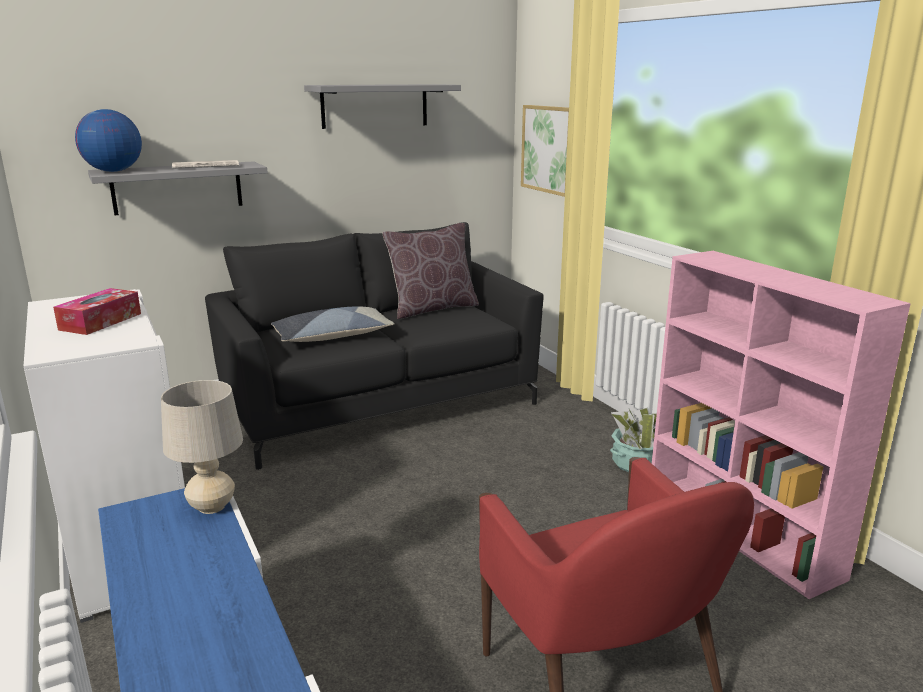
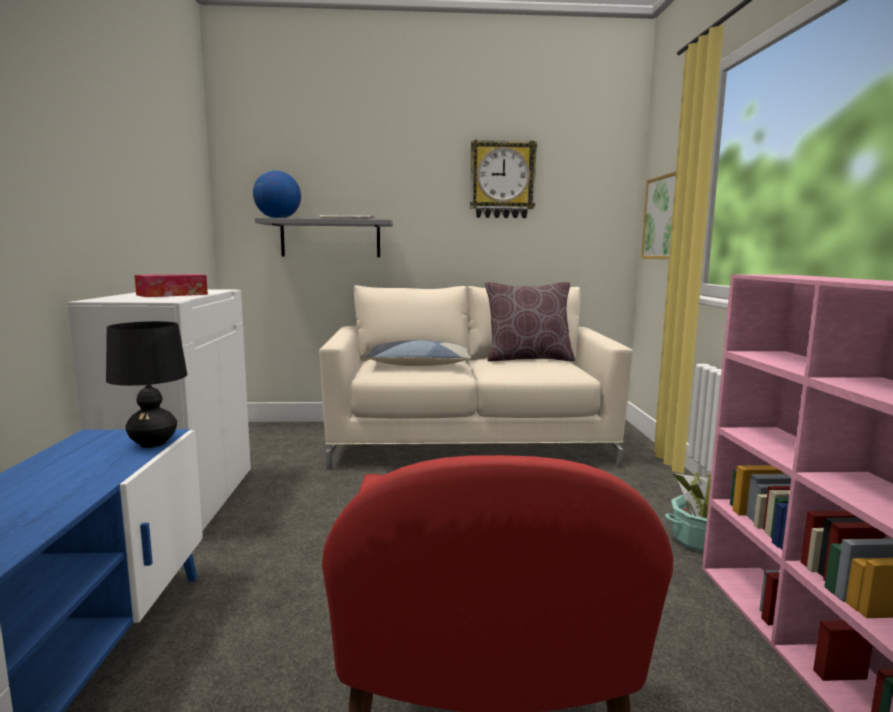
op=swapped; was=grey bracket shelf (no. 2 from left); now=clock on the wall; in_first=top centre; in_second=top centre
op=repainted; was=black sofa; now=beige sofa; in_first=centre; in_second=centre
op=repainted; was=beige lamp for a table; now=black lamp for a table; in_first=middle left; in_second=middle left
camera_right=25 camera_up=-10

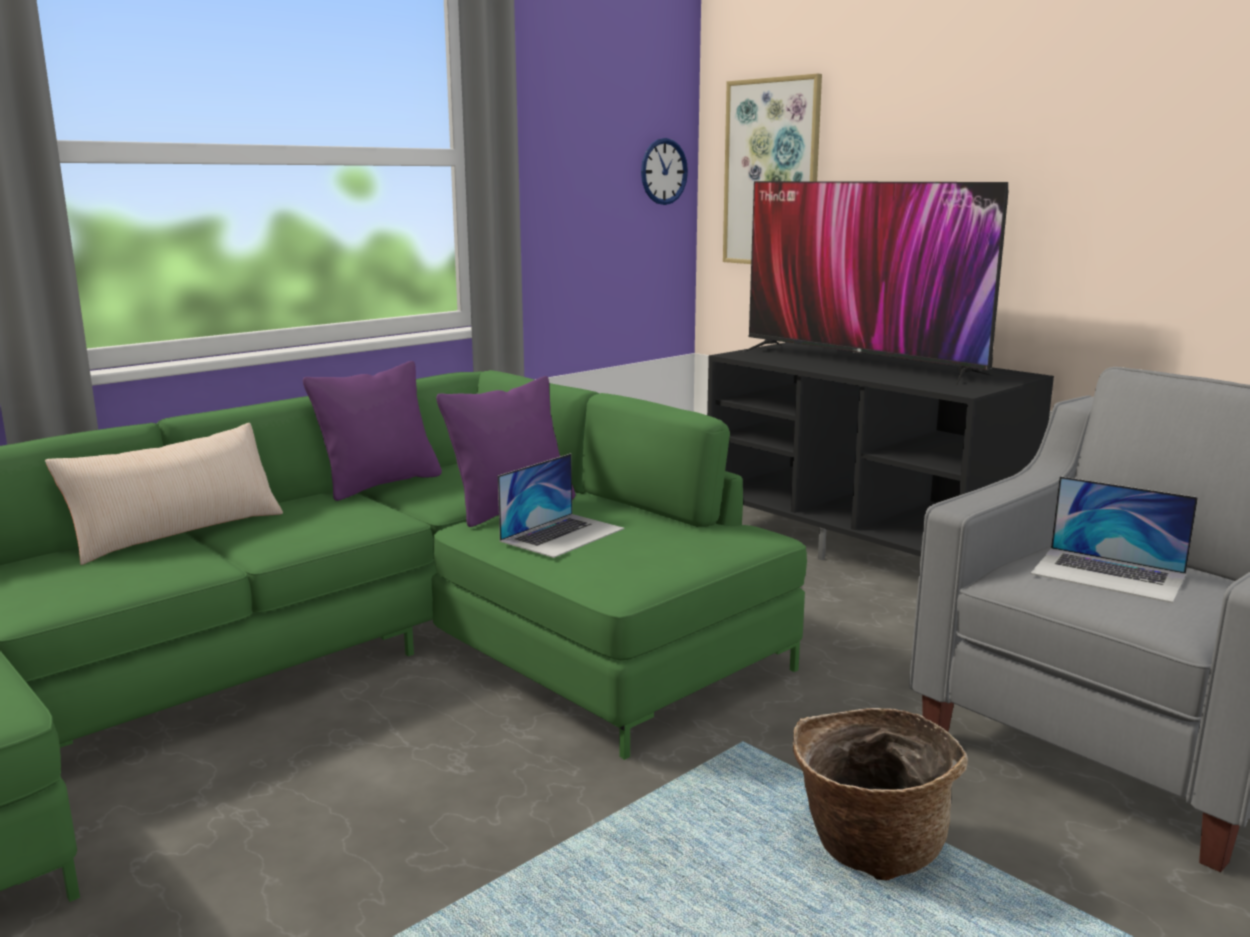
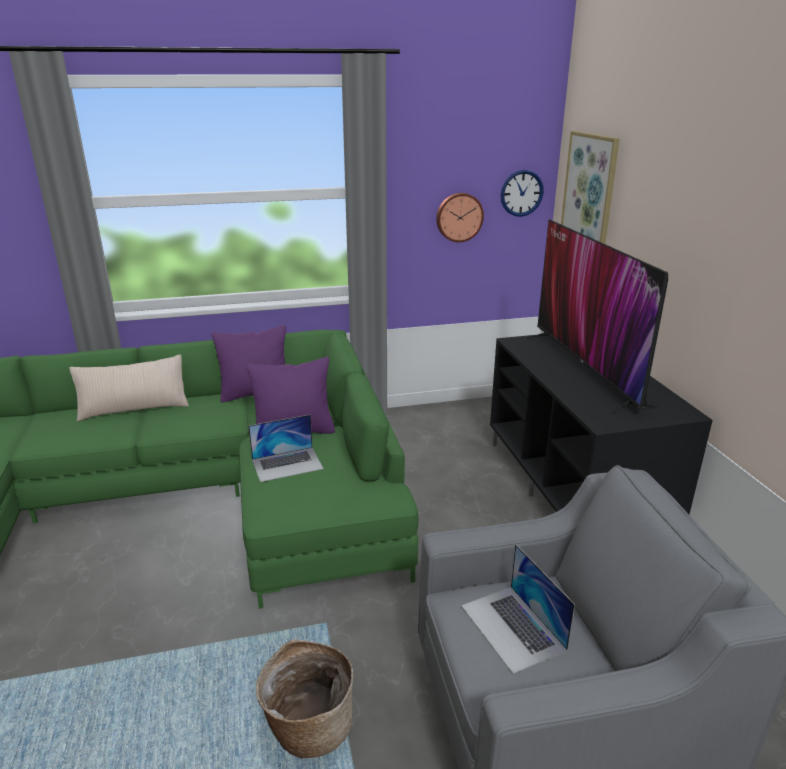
op=new; now=clock on the wall (no. 1 from left); in_second=top centre
camera_right=30 camera_up=10

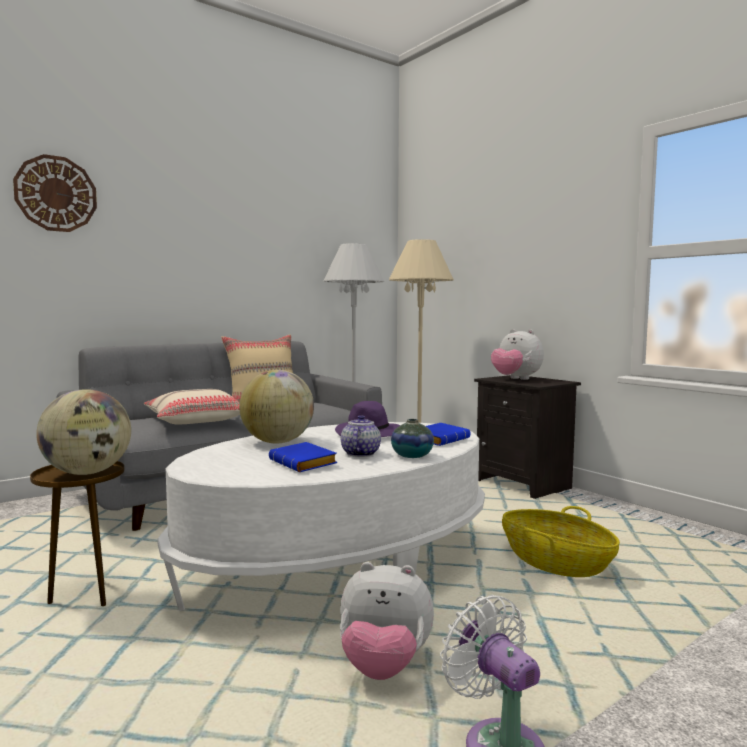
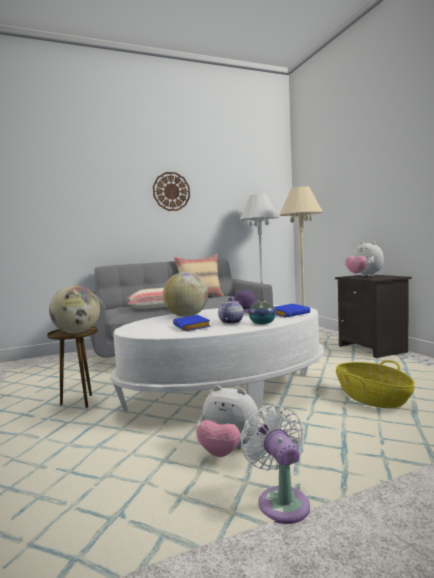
op=shifted; was=clock on the wall; in_first=top left; in_second=top centre
camera_right=15 camera_up=0

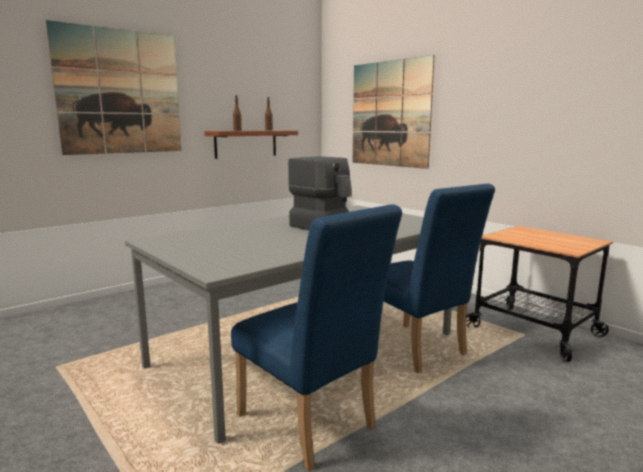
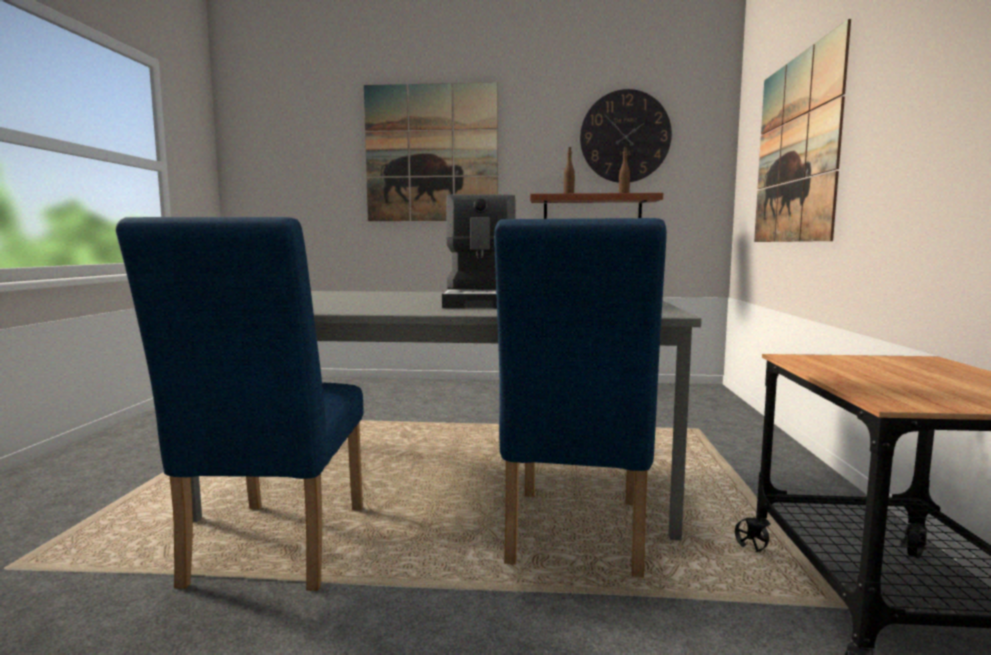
op=new; now=clock on the wall; in_second=top centre
camera_right=45 camera_up=-5

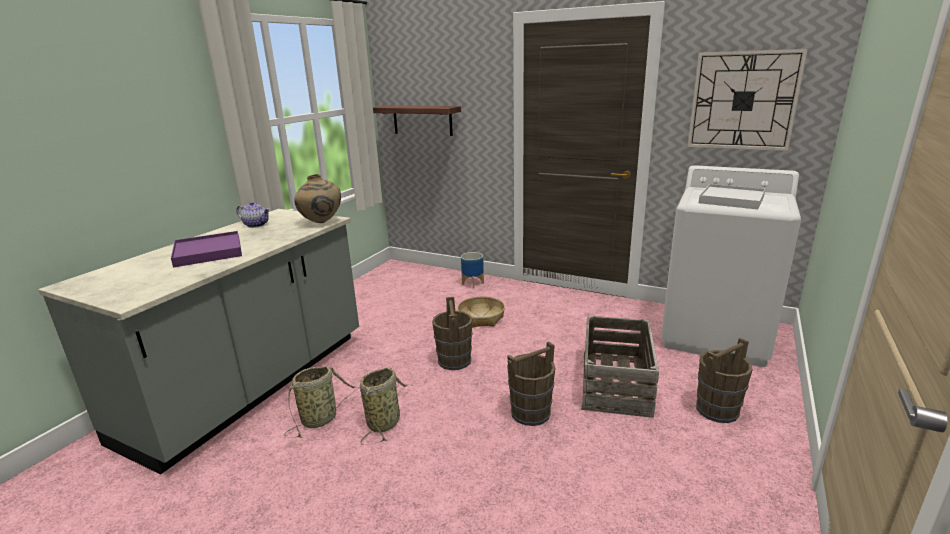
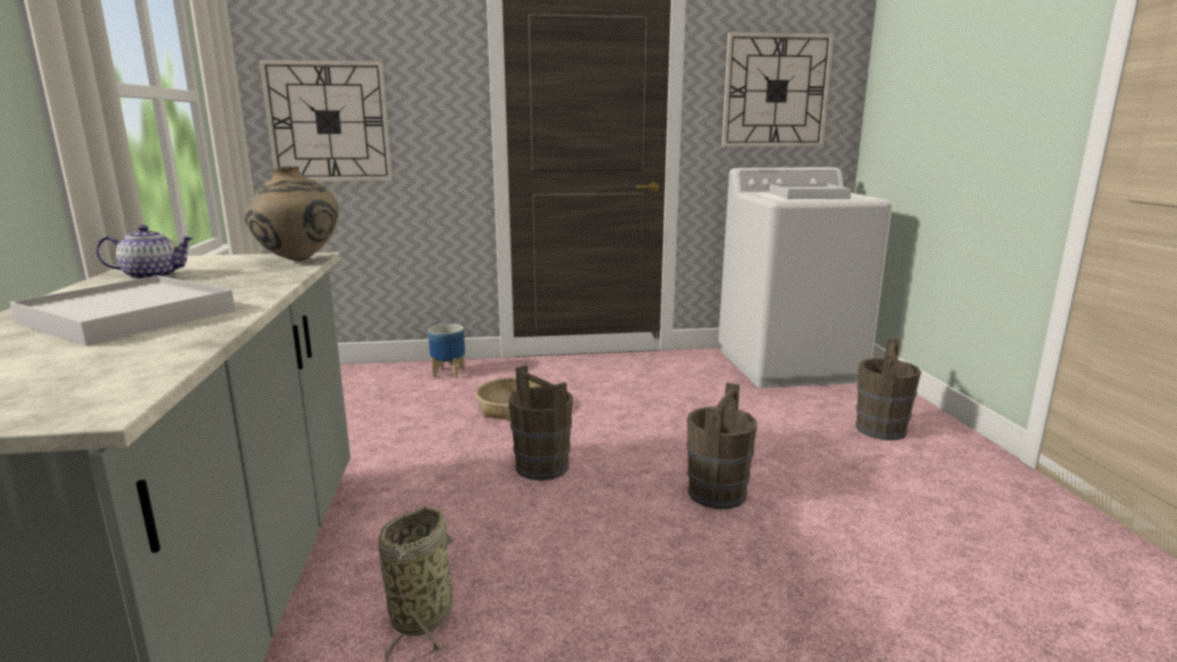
op=swapped; was=bracket shelf; now=clock on the wall (no. 1 from left); in_first=top centre; in_second=top left
op=repainted; was=purple-coloured tray; now=white-coloured tray (no. 1 from left); in_first=middle left; in_second=middle left
op=gone; was=packing crate; in_first=bottom centre
op=gone; was=storage basket (no. 2 from left); in_first=bottom centre
camera_right=-35 camera_up=-5

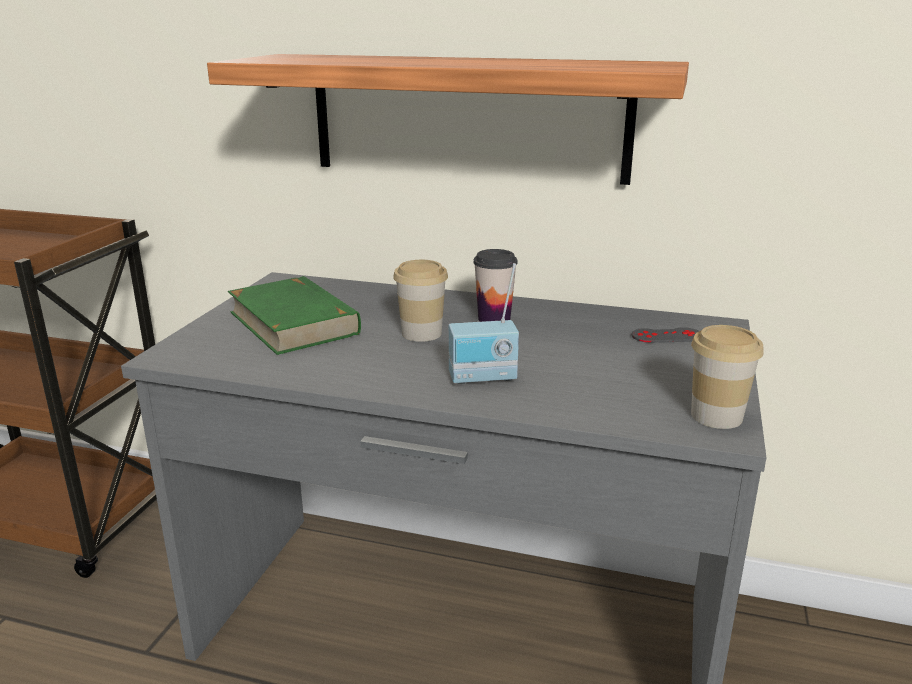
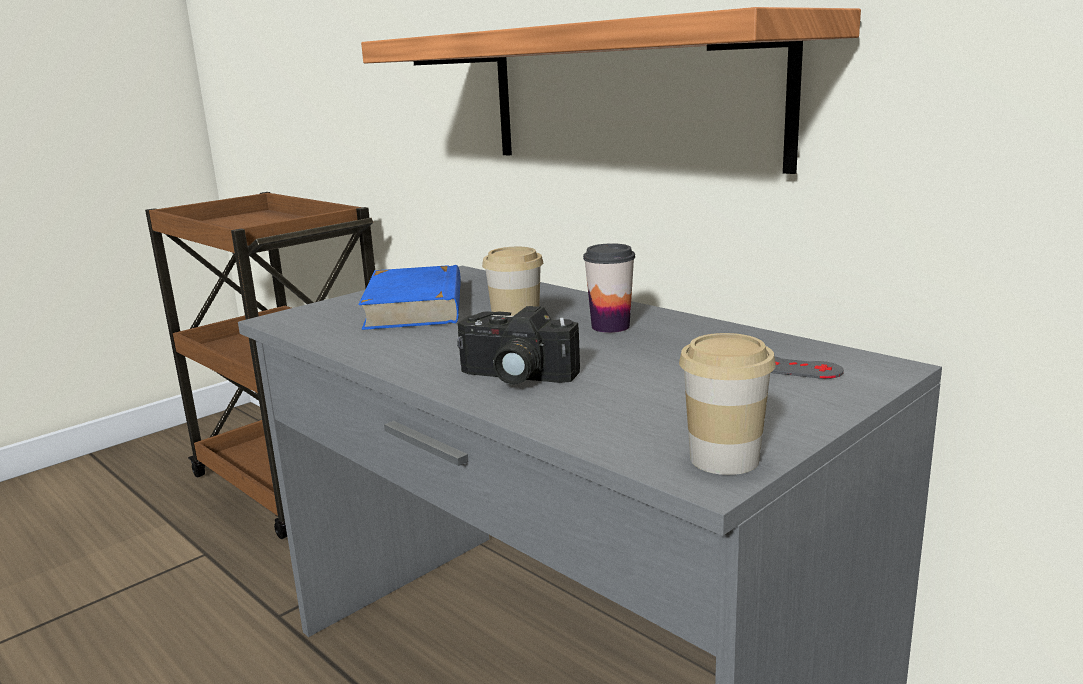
op=swapped; was=radio; now=photo camera; in_first=centre; in_second=centre
op=repainted; was=green-coloured volume; now=bluish volume; in_first=middle left; in_second=centre
camera_right=30 camera_up=-5

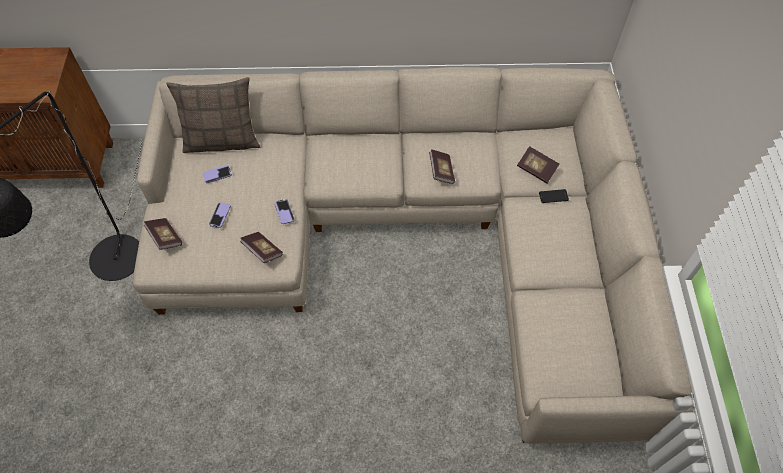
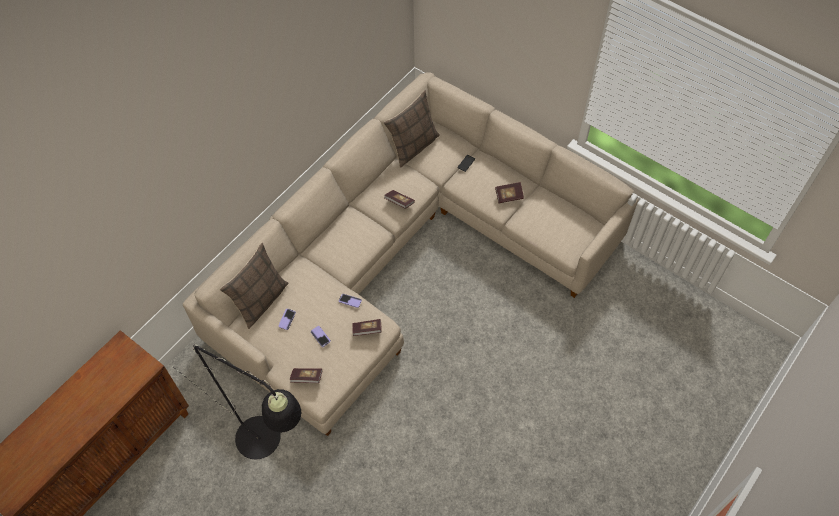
op=shifted; was=volume (no. 4 from left); in_first=middle right; in_second=centre
op=new; now=throw pillow (no. 2 from left); in_second=top centre
camera_right=-50 camera_up=0

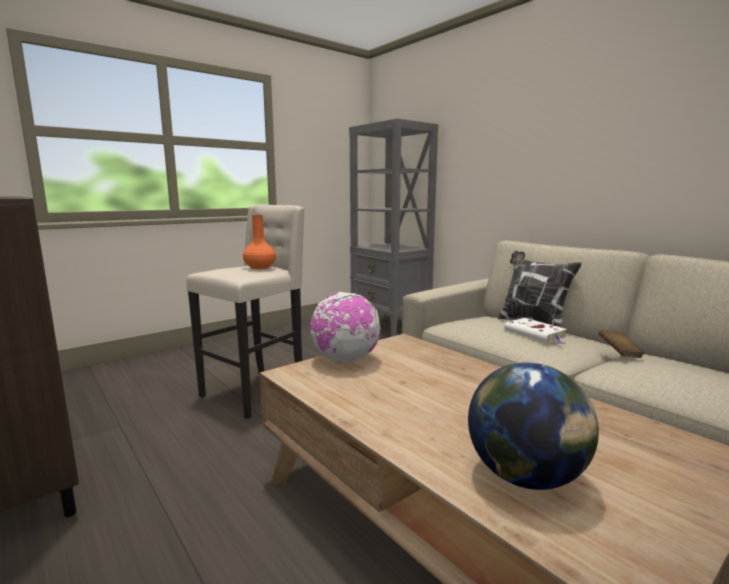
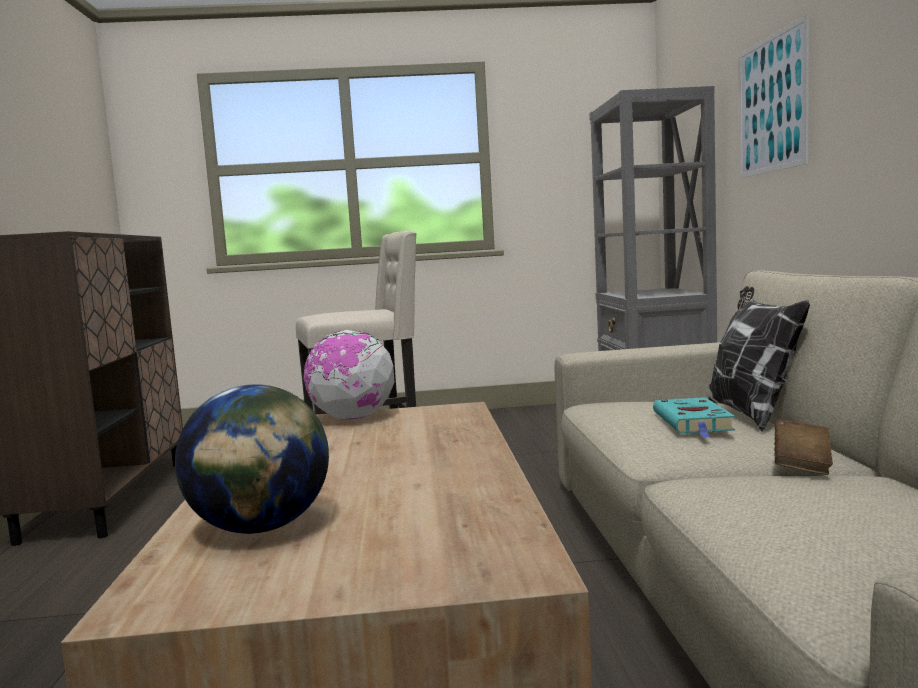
op=gone; was=orangey decorative vase; in_first=centre
op=repainted; was=white-coloured volume; now=turquoise volume; in_first=middle right; in_second=middle right
op=new; now=picture; in_second=top right
camera_right=35 camera_up=-5

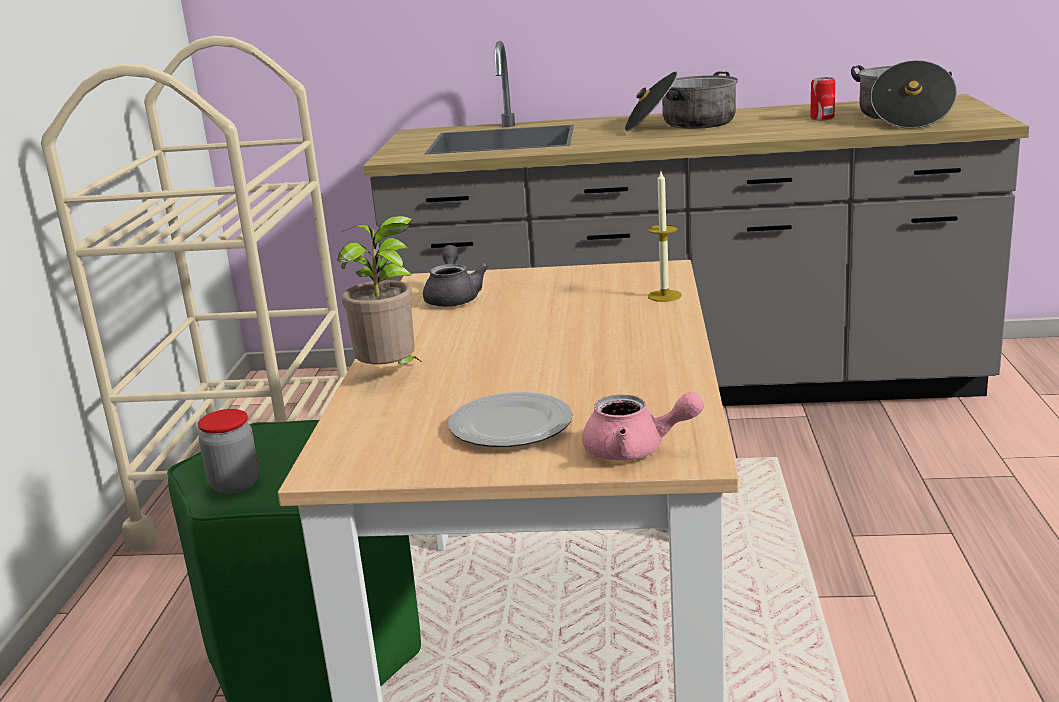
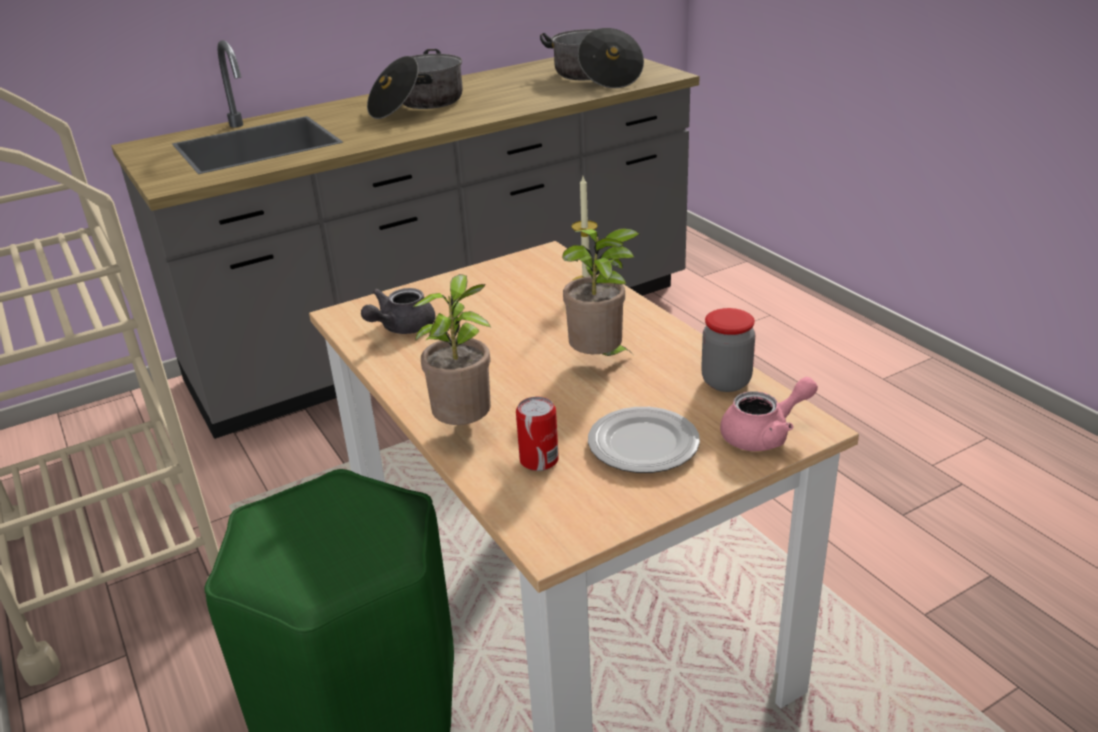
op=shifted; was=metal can; in_first=top right; in_second=centre
op=rotated; was=grey teapot; in_first=centre; in_second=centre; clockwise=-105
op=shifted; was=jar; in_first=middle left; in_second=centre
op=new; now=houseplant (no. 2 from left); in_second=centre
camera_right=-35 camera_up=10

